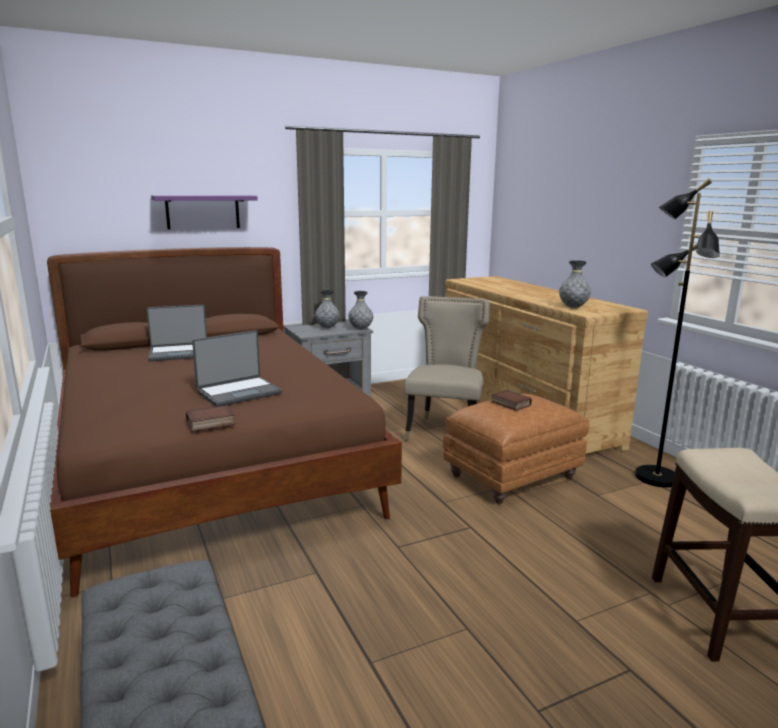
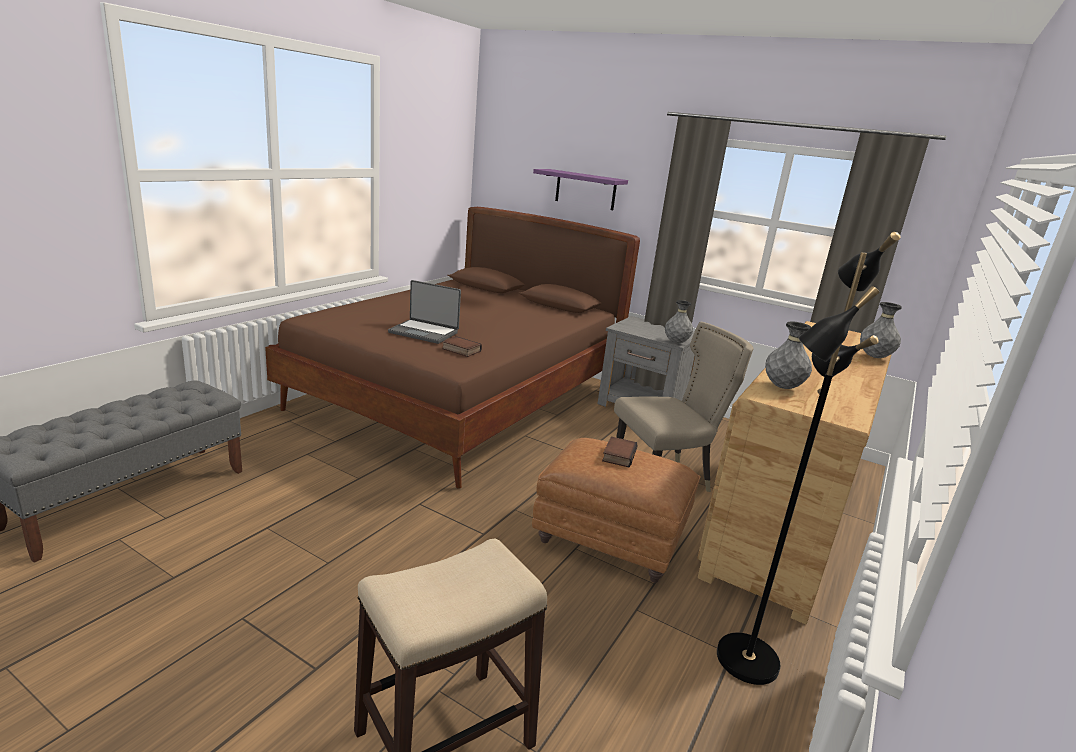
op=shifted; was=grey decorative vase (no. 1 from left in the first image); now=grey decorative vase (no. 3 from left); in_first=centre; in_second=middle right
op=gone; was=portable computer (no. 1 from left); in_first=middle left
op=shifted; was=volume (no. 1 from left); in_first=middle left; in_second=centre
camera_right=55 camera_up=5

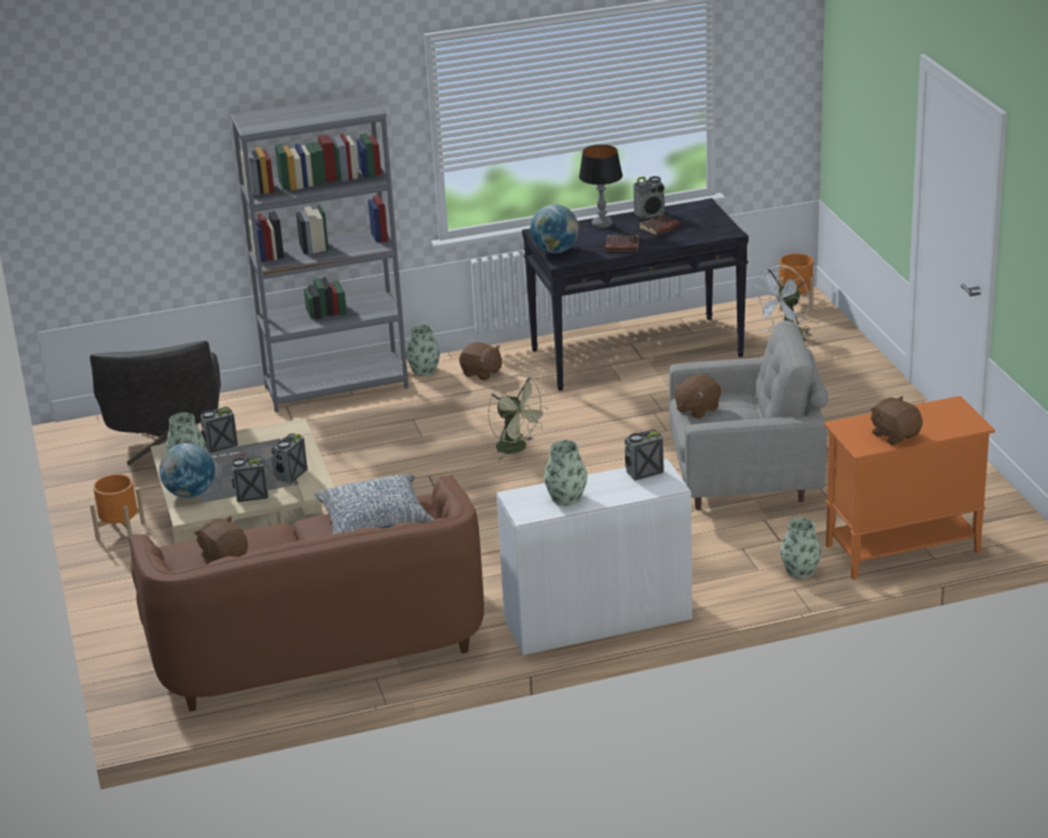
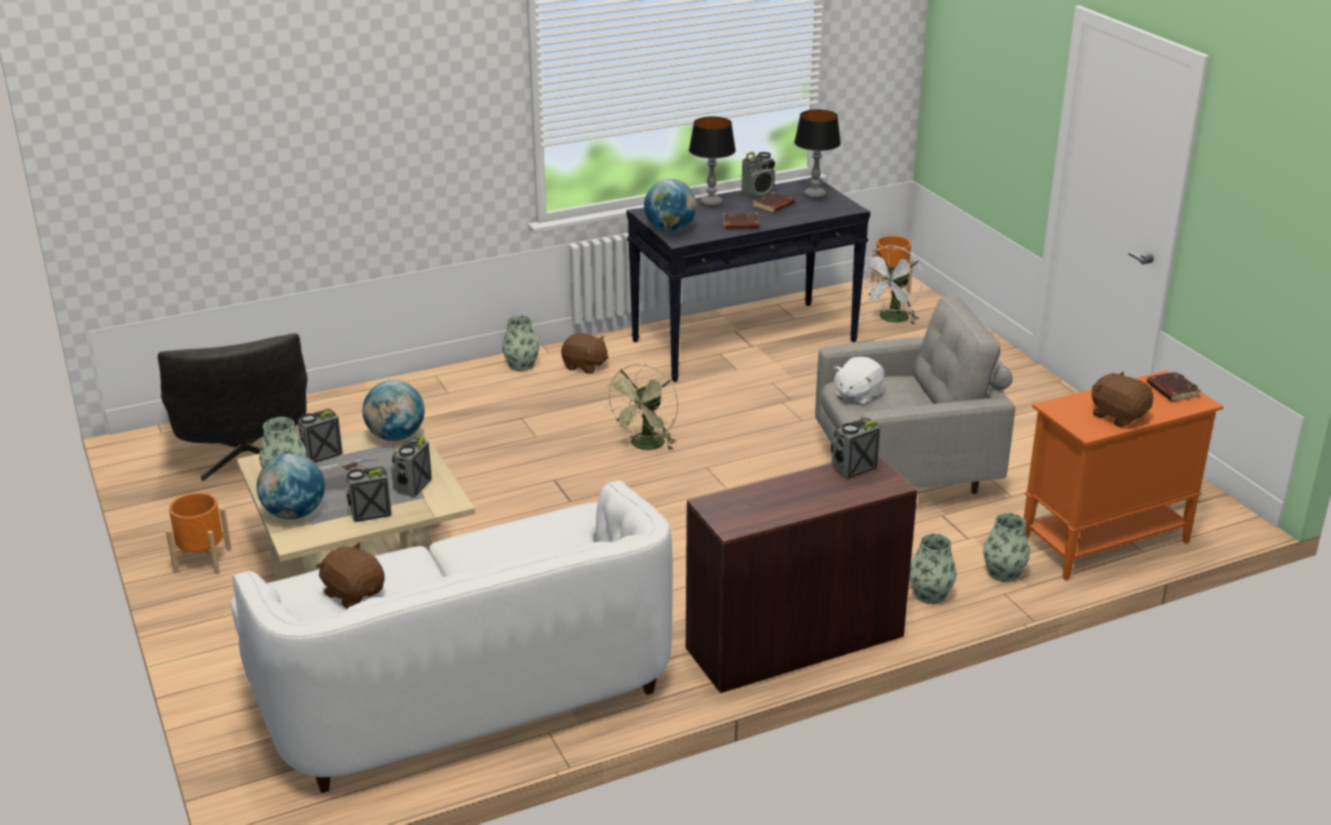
op=gone; was=grey shelving unit; in_first=top left
op=rotated; was=green-coloured electric fan; in_first=centre; in_second=centre; clockwise=75
op=repainted; was=brown soft toy (no. 3 from left); now=white-coloured soft toy; in_first=centre; in_second=centre
op=shifted; was=decorative vase (no. 3 from left); in_first=centre; in_second=bottom right
op=repainted; was=white-coloured desk unit; now=brown desk unit; in_first=centre; in_second=bottom centre
op=gone; was=throw pillow; in_first=centre
op=repainted; was=brown sofa; now=white-coloured sofa; in_first=bottom left; in_second=bottom centre
op=new; now=lamp for a table (no. 2 from left); in_second=top centre
op=new; now=brown volume (no. 3 from left); in_second=middle right
op=new; now=world globe (no. 2 from left); in_second=middle left
camera_right=-10 camera_up=0

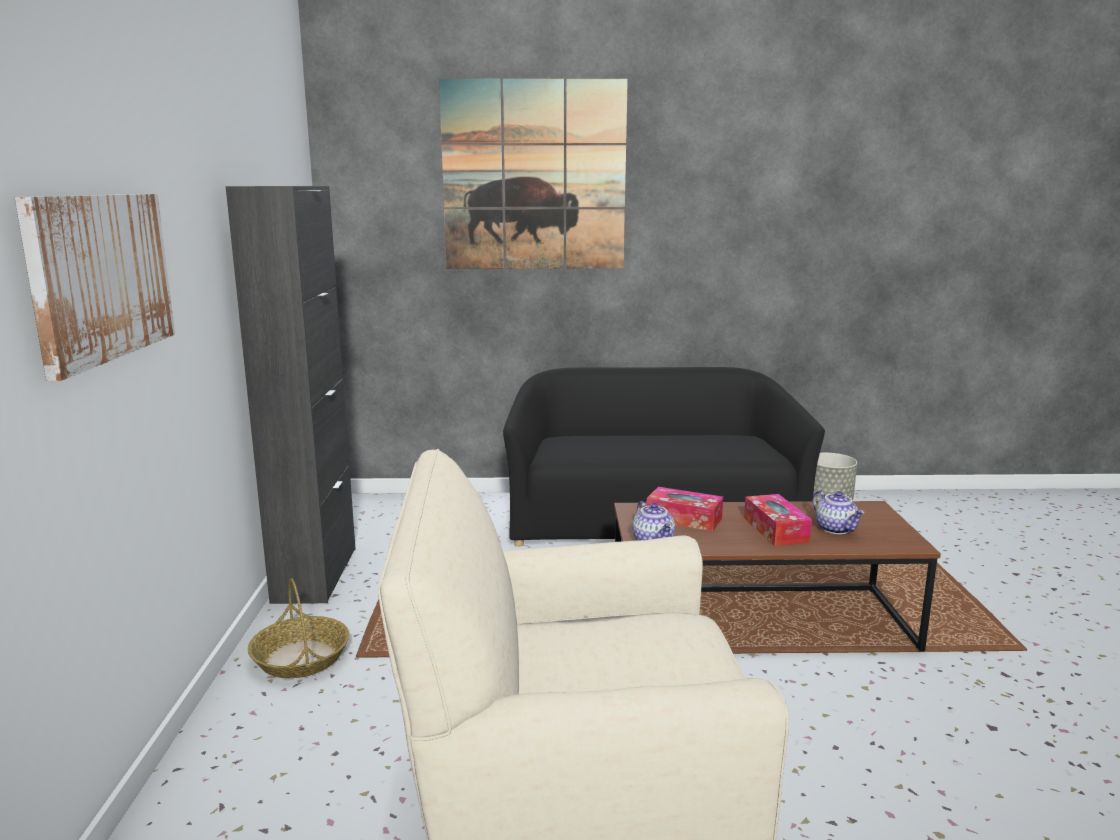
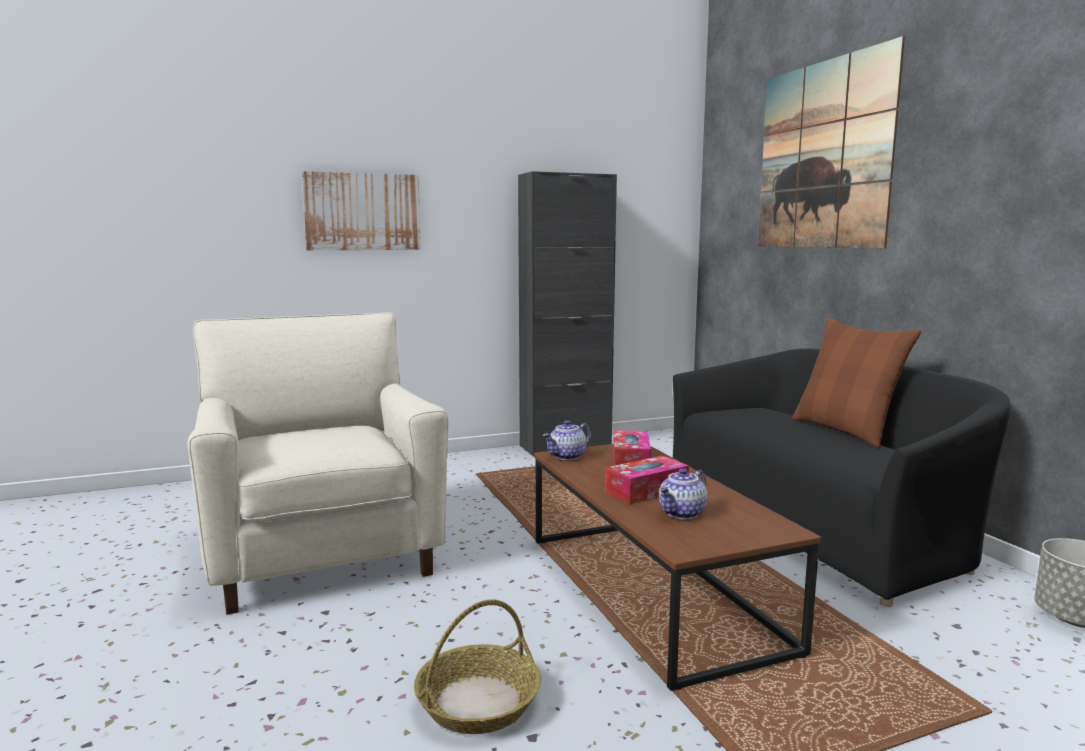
op=shifted; was=storage basket; in_first=bottom left; in_second=bottom centre
op=new; now=brown throw pillow; in_second=middle right
camera_right=70 camera_up=-5

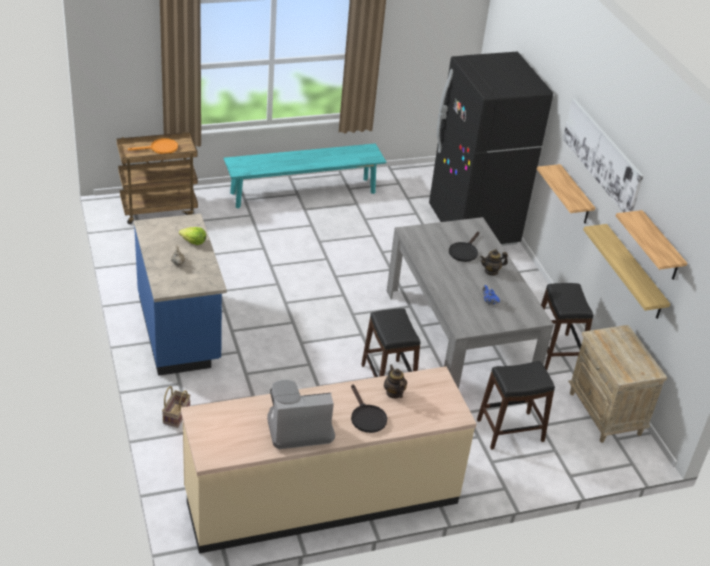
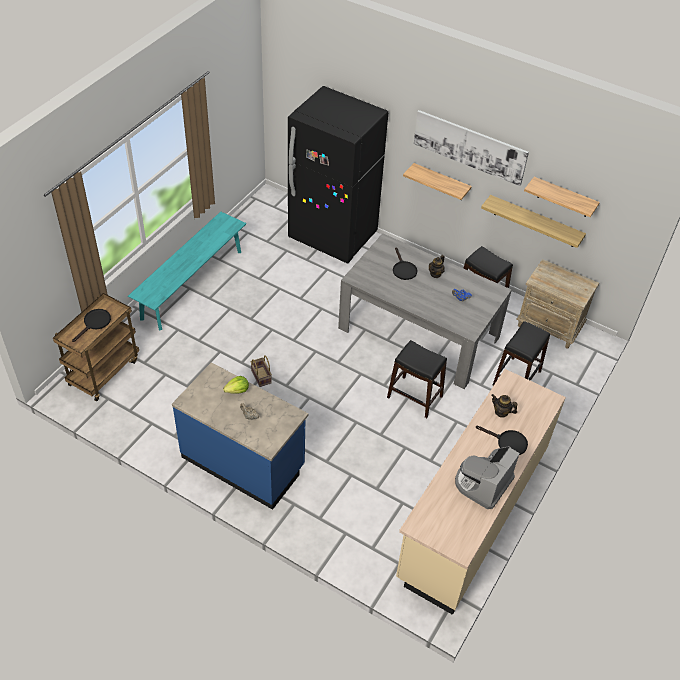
op=repainted; was=orangey pan; now=black pan (no. 1 from left); in_first=top left; in_second=middle left
op=shifted; was=storage basket; in_first=bottom left; in_second=centre
camera_right=-40 camera_up=10

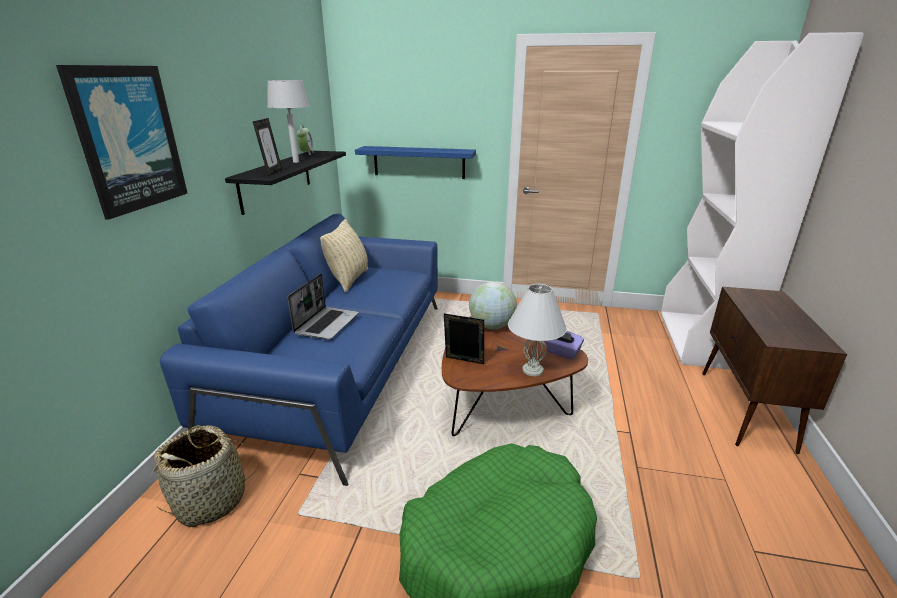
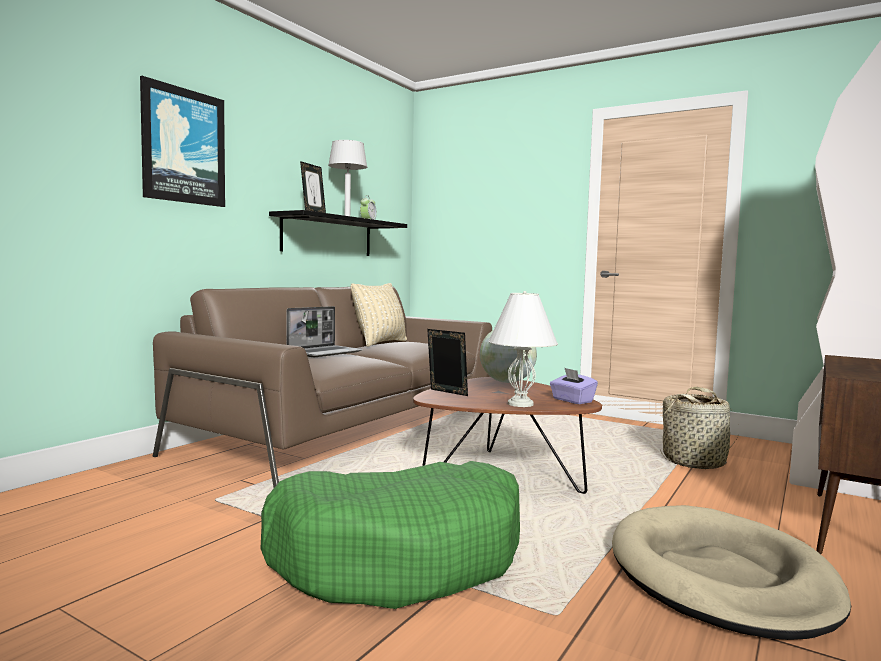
op=gone; was=bluish bracket shelf; in_first=top centre
op=repainted; was=bluish sofa; now=brown sofa; in_first=centre; in_second=centre
op=shifted; was=storage basket; in_first=bottom left; in_second=middle right
op=new; now=beige dog cushion; in_second=bottom right
camera_right=20 camera_up=-20

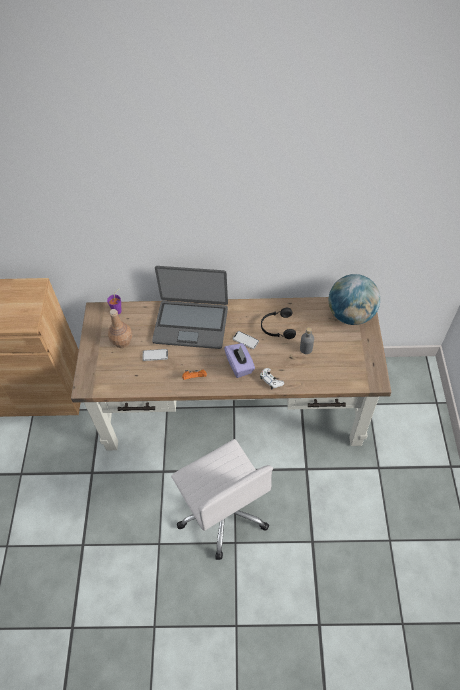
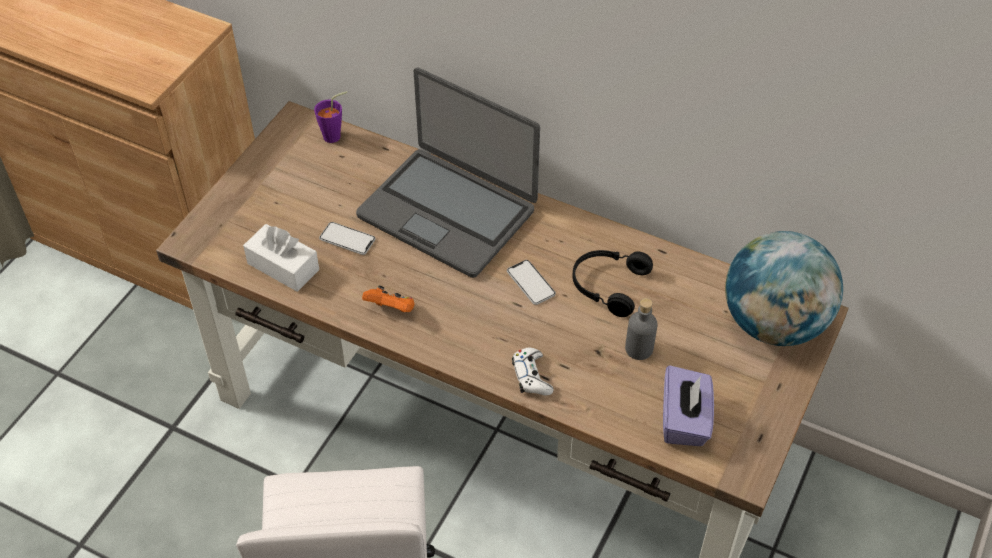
op=gone; was=brown drink bottle; in_first=middle left
op=shifted; was=purple-coloured box of tissues; in_first=centre; in_second=bottom right
op=new; now=white-coloured box of tissues; in_second=middle left
camera_right=25 camera_up=-5

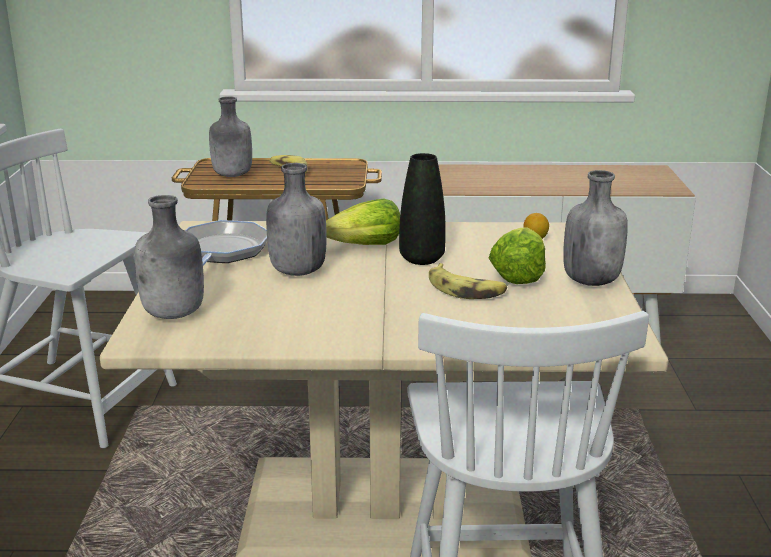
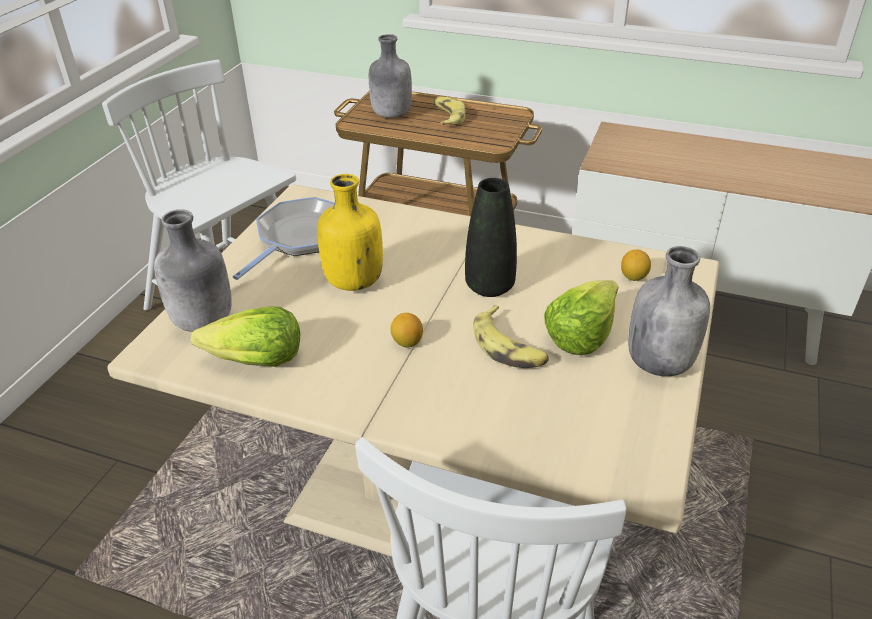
op=repainted; was=grey drink bottle (no. 3 from left); now=yellow-coloured drink bottle; in_first=centre; in_second=centre
op=shifted; was=lettuce head (no. 1 from left); in_first=centre; in_second=middle left
op=new; now=citrus fruit (no. 1 from left); in_second=centre
camera_right=20 camera_up=15

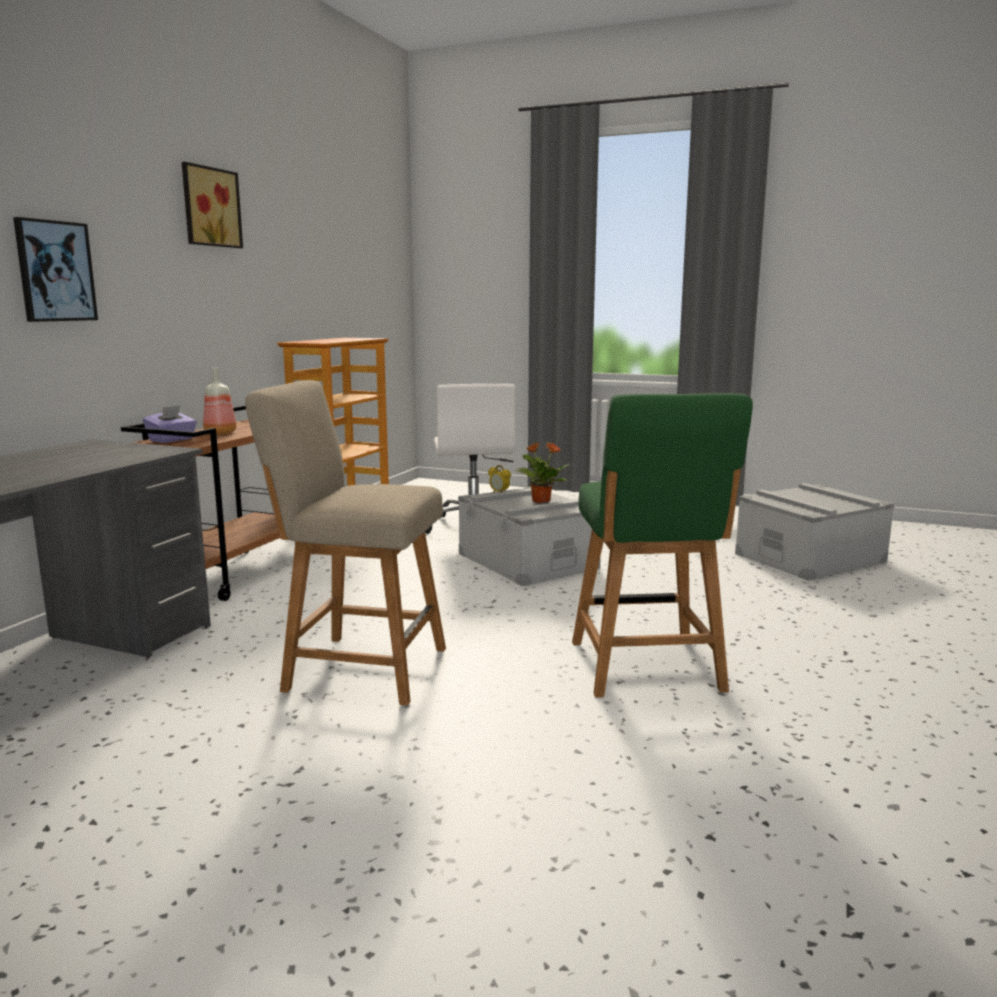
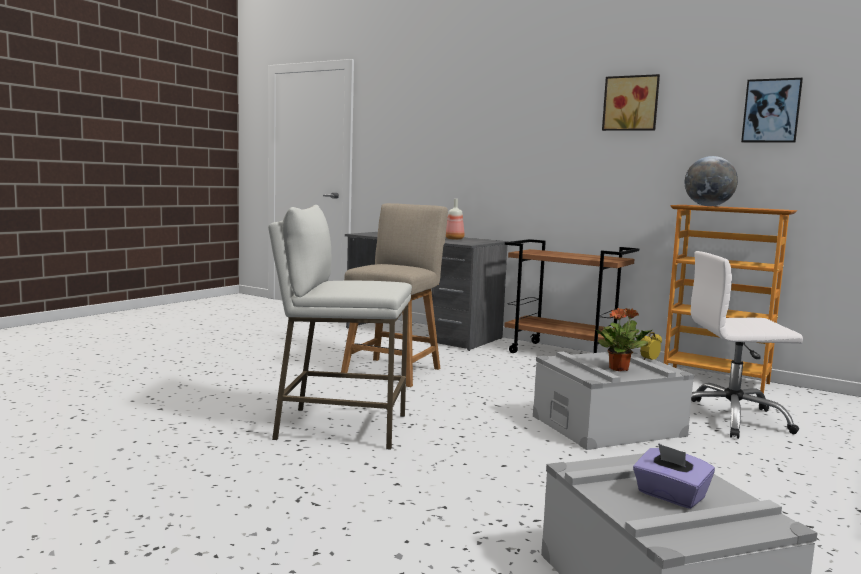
op=shifted; was=picture (no. 1 from left in the first image); now=picture (no. 2 from left); in_first=top left; in_second=top right
op=shifted; was=drink bottle; in_first=middle left; in_second=centre
op=swapped; was=green-coloured chair; now=white-coloured stool; in_first=centre; in_second=centre
op=shifted; was=purple-coloured box of tissues; in_first=middle left; in_second=bottom right
op=new; now=world globe; in_second=top right
camera_right=100 camera_up=-5

